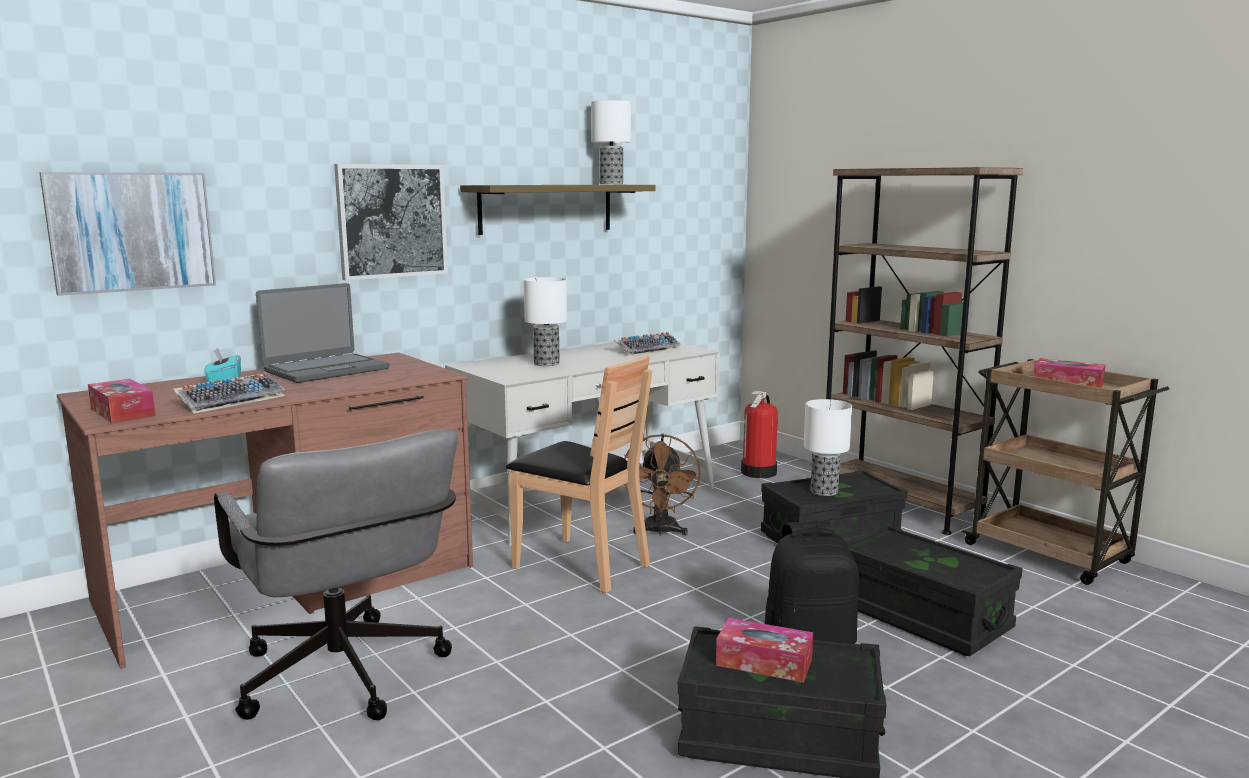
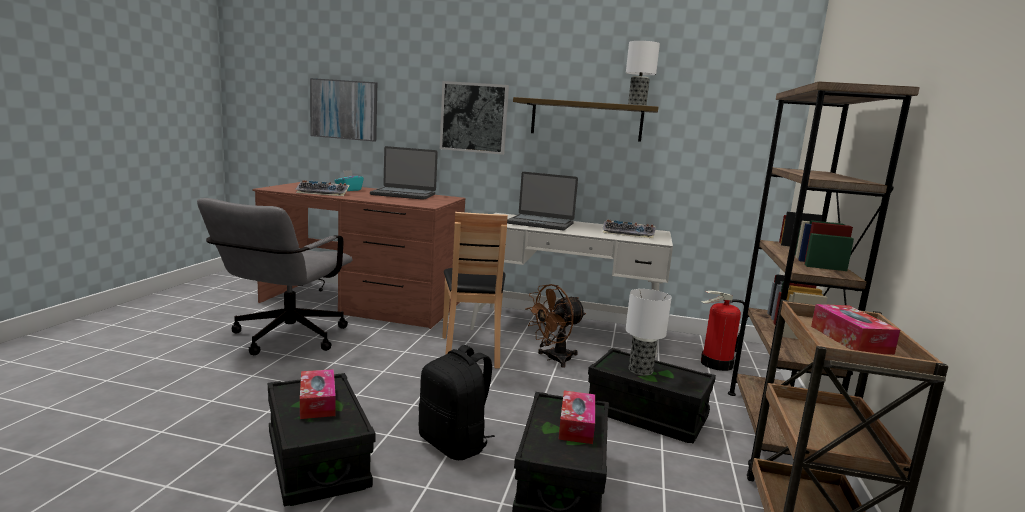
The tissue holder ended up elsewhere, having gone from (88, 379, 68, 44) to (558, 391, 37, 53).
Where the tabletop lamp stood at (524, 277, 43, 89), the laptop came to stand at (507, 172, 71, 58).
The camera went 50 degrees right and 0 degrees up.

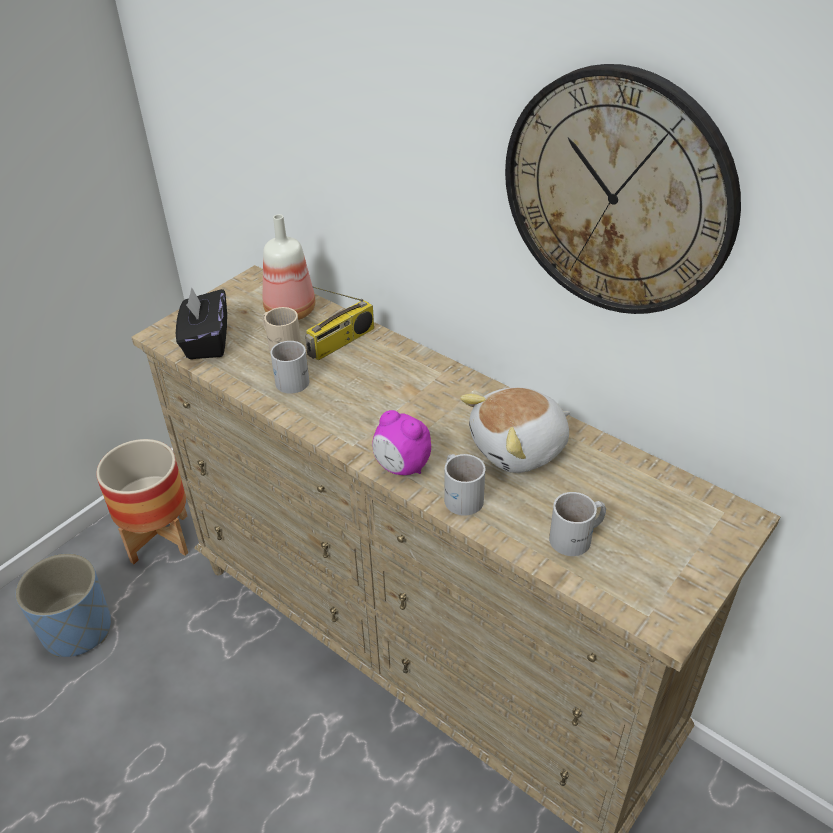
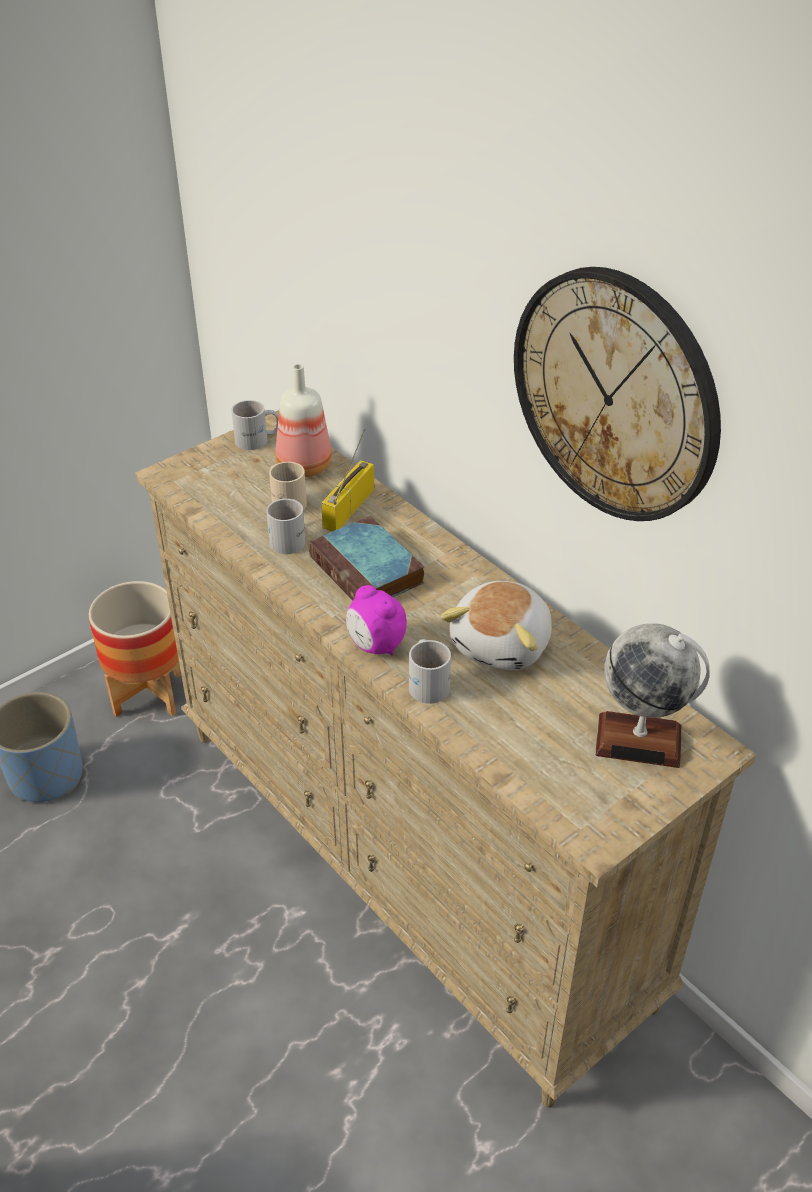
The second view lost the black tissue holder at (176, 287, 51, 72).
The second view gained the book at (308, 516, 116, 85).
The second view gained the world globe at (595, 623, 115, 145).
The white mug ended up elsewhere, having gone from (549, 492, 57, 64) to (231, 400, 48, 50).
The radio receiver at (305, 286, 69, 74) ended up facing another way, 150 degrees clockwise from before.
The plush toy at (460, 387, 110, 86) ended up facing another way, 45 degrees counterclockwise from before.
The camera went 10 degrees right and 0 degrees up.

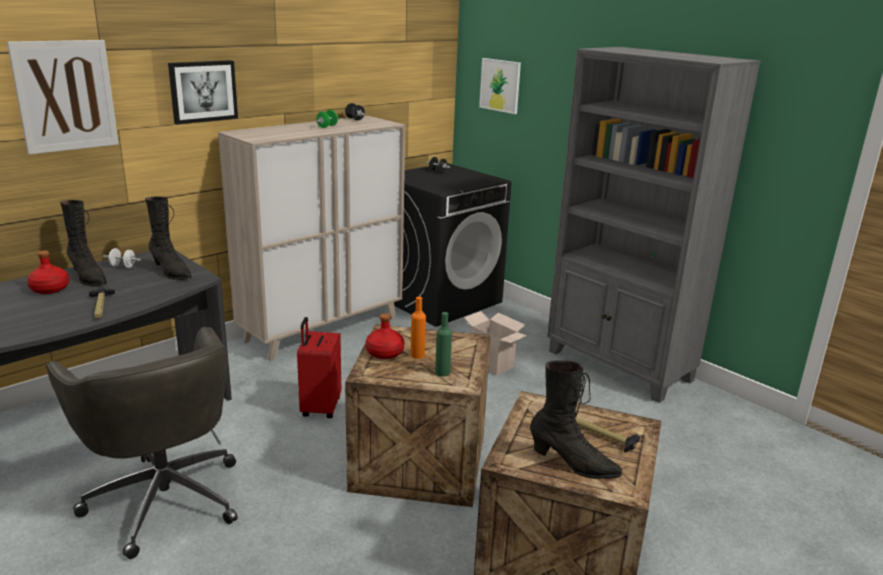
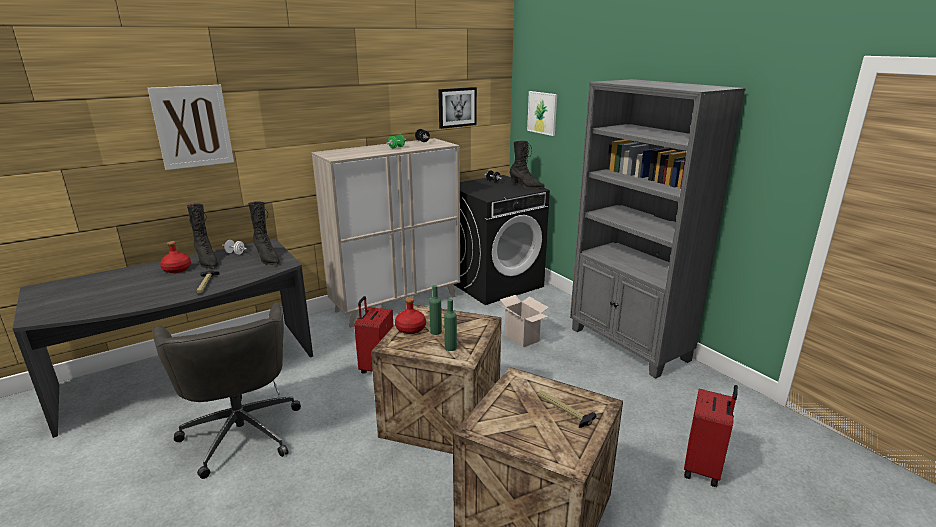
The second view gained the red-coloured piece of luggage at (684, 385, 54, 102).
The wall art ended up elsewhere, having gone from (168, 60, 70, 64) to (438, 87, 39, 42).
The black boot ended up elsewhere, having gone from (530, 360, 92, 119) to (510, 141, 35, 48).
What was the orangey bottle at (410, 297, 16, 62) turned into the green-coloured bottle at (429, 285, 13, 50).
The camera went 10 degrees right and 0 degrees up.

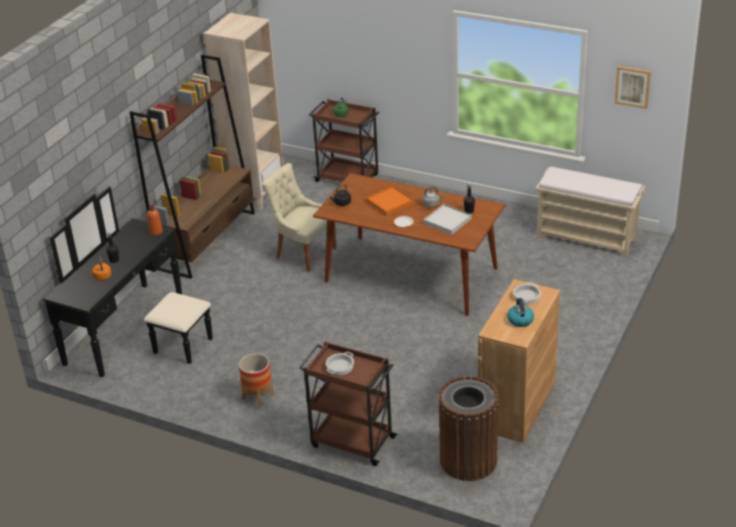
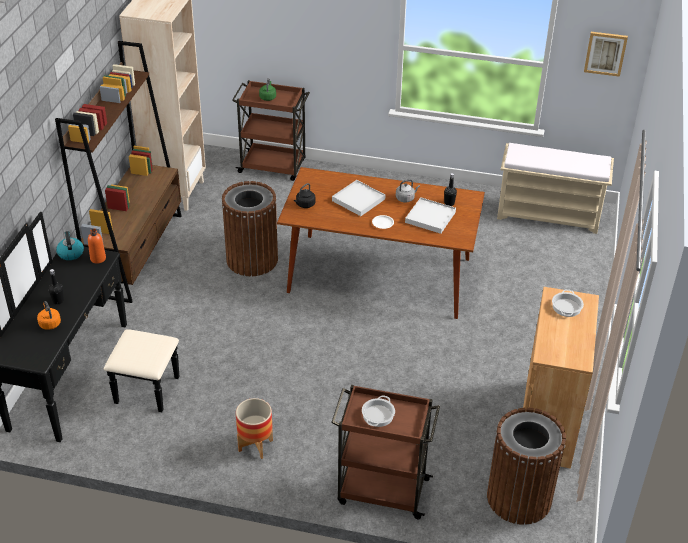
The water kettle ended up elsewhere, having gone from (507, 298, 27, 29) to (56, 231, 28, 29).
Where the beige-coloured plain chair stood at (262, 163, 75, 109), the brownish rubbish bin came to stand at (222, 181, 56, 95).
What was the orangey tray at (366, 186, 48, 30) turned into the white tray at (332, 180, 53, 36).
The camera went 15 degrees left and 5 degrees up.

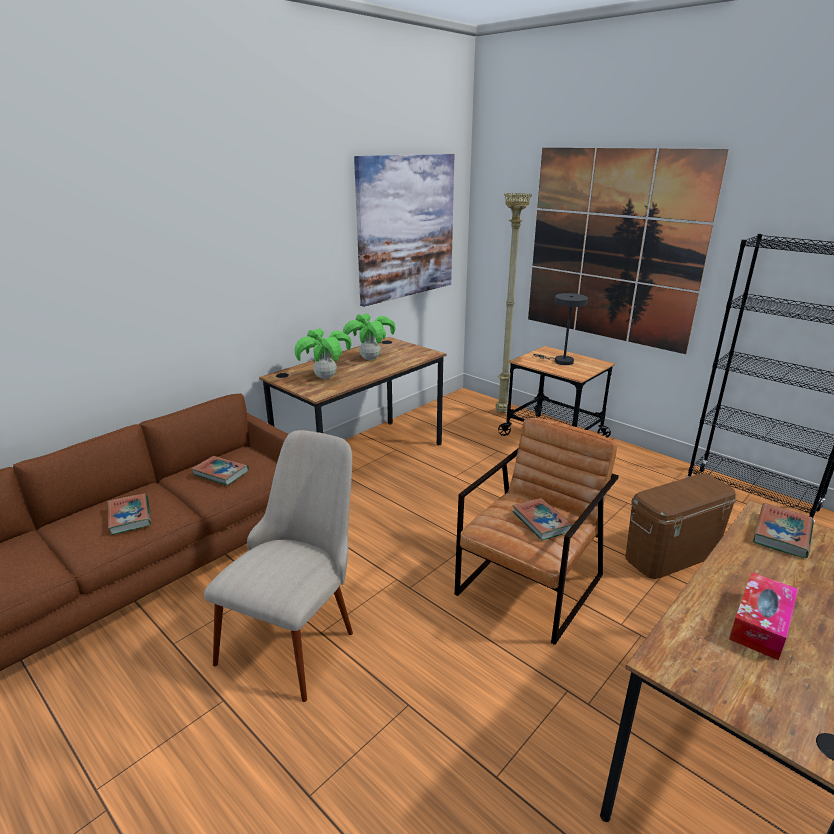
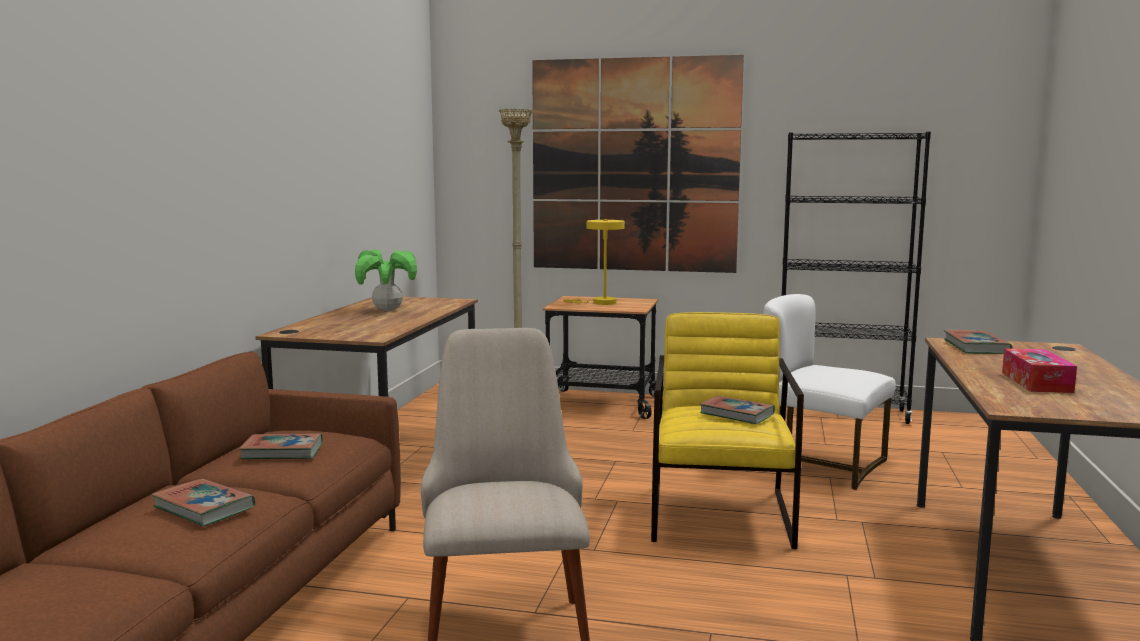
The second view lost the potted plant at (295, 328, 57, 51).
The second view lost the wall art at (354, 154, 101, 153).
Where the brownish storage bin stood at (625, 473, 111, 106), the white plain chair came to stand at (763, 294, 133, 196).
What was the brownish lounge chair at (455, 418, 164, 227) turned into the yellowish lounge chair at (651, 312, 153, 237).
What was the grey tabletop lamp at (533, 293, 55, 72) turned into the yellowish tabletop lamp at (563, 219, 62, 86).
The camera went 30 degrees left and 15 degrees down.

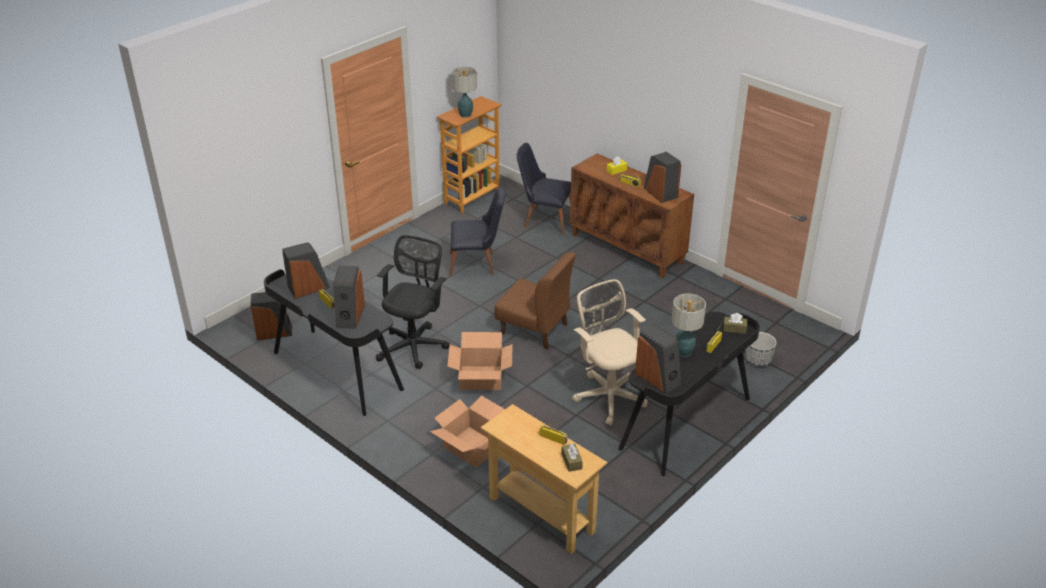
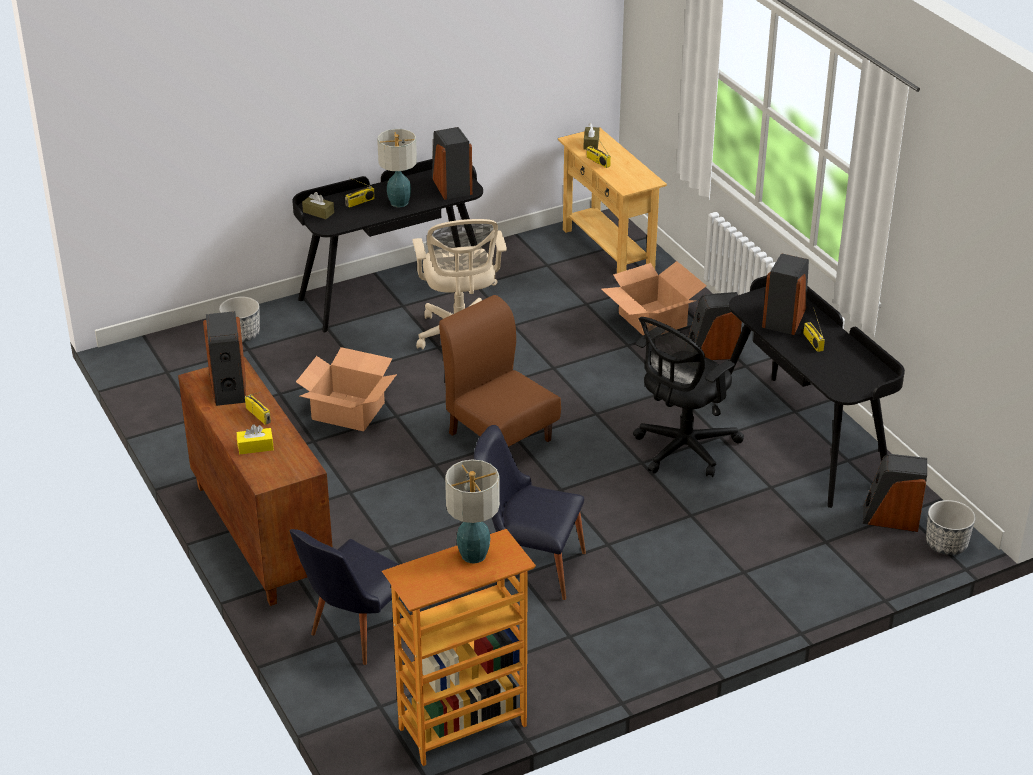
The second view gained the planter at (926, 500, 50, 55).
The speaker ended up elsewhere, having gone from (282, 243, 48, 56) to (686, 292, 56, 68).
The packing box ended up elsewhere, having gone from (447, 332, 66, 58) to (296, 347, 101, 84).
The black plain chair at (516, 143, 55, 92) ended up facing another way, 90 degrees clockwise from before.
The camera went 160 degrees left and 0 degrees up.

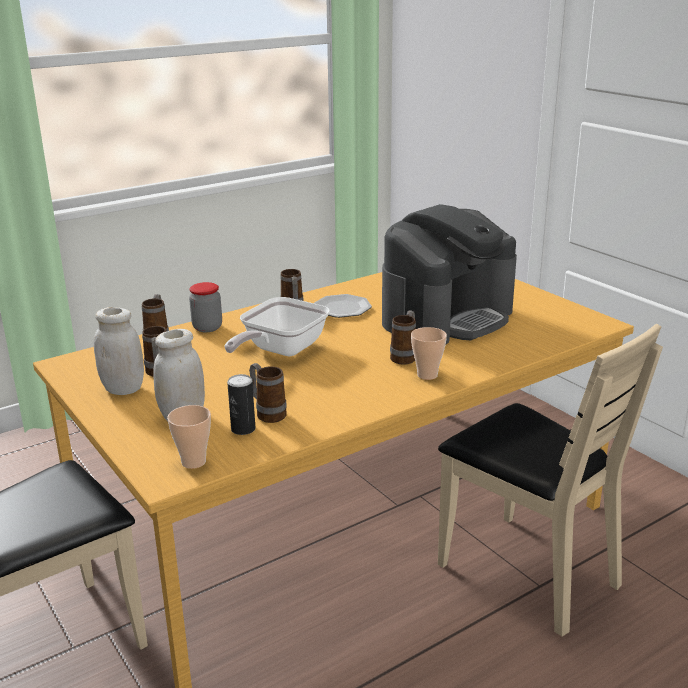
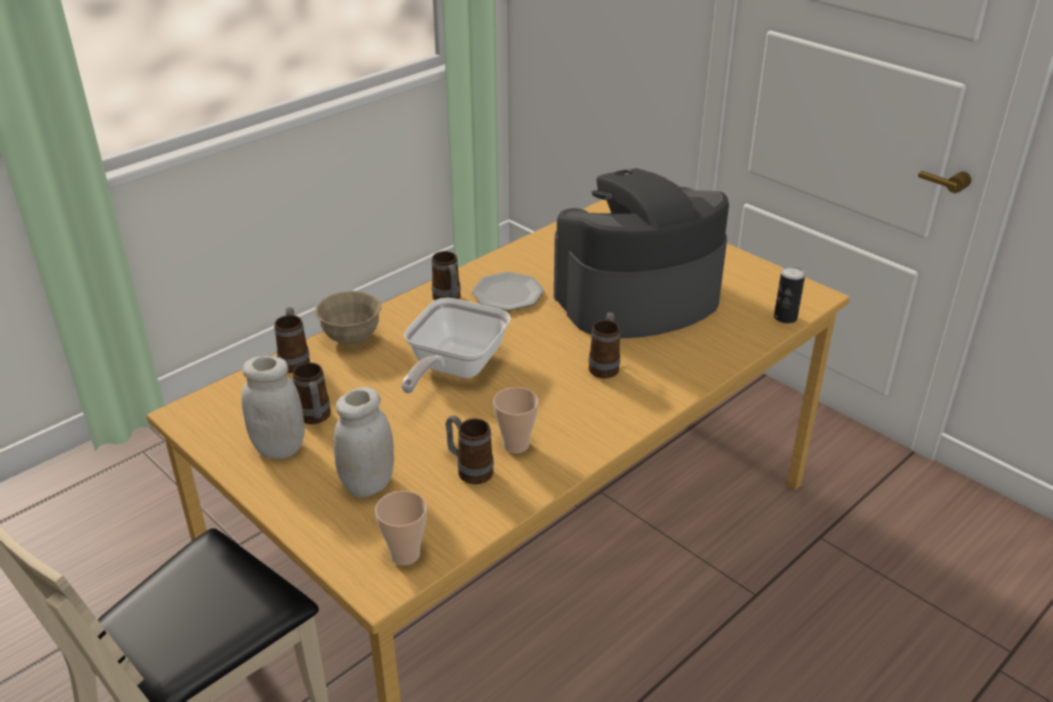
The second view lost the beige-coloured plain chair at (438, 324, 225, 313).
The can ended up elsewhere, having gone from (227, 374, 28, 61) to (774, 266, 31, 57).
The drinking cup ended up elsewhere, having gone from (411, 327, 36, 53) to (493, 387, 46, 66).
Where the storage jar stood at (189, 282, 33, 50), the beige-coloured deep dish came to stand at (315, 291, 66, 54).
The coffee maker at (382, 204, 135, 140) ended up facing another way, 150 degrees counterclockwise from before.
The camera went 10 degrees left and 10 degrees up.

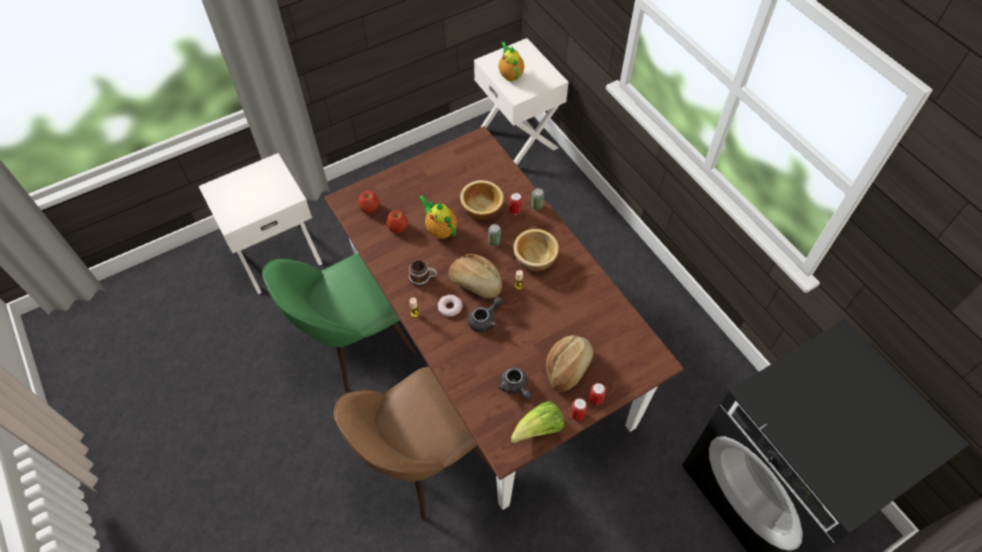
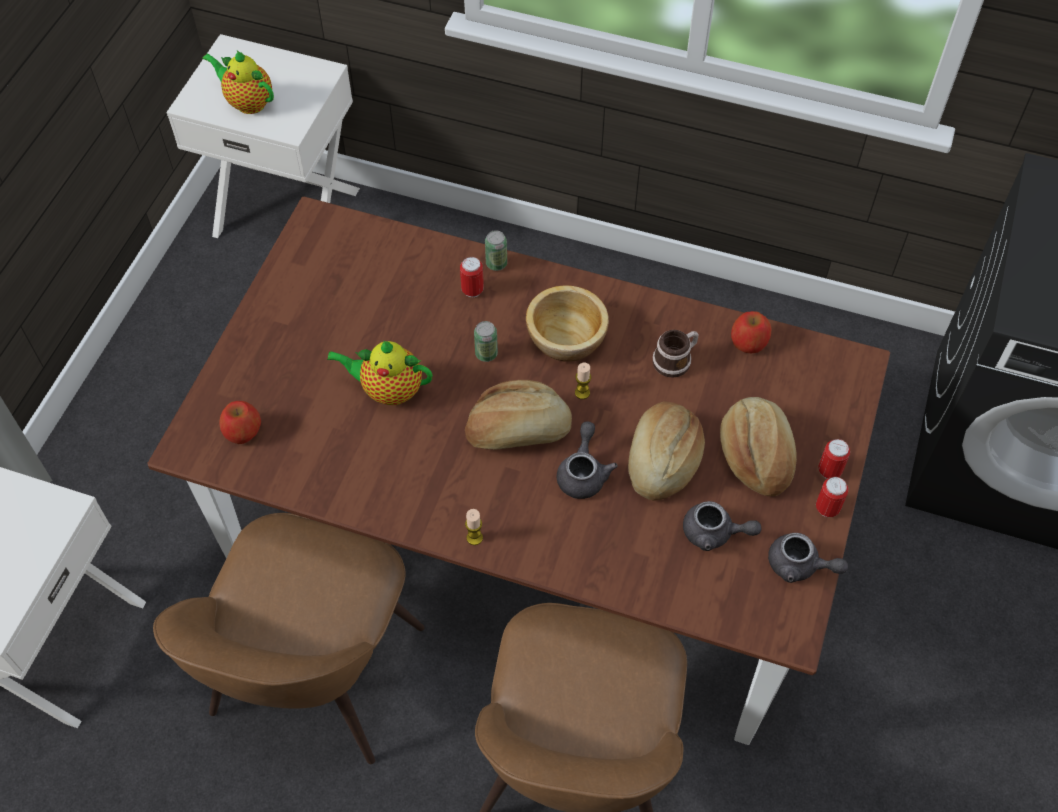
The second view lost the donut at (438, 295, 25, 22).
The second view lost the deep dish at (460, 180, 44, 40).
The second view gained the bakery bread at (628, 401, 77, 100).
The apple ended up elsewhere, having gone from (387, 210, 21, 23) to (731, 311, 41, 42).
The mug ended up elsewhere, having gone from (409, 260, 28, 26) to (653, 330, 45, 48).
Where the head of lettuce stood at (511, 401, 53, 43), the grey teapot came to stand at (768, 533, 80, 50).
What was the green-coloured plain chair at (262, 254, 153, 138) turned into the brownish plain chair at (153, 513, 272, 251).
The camera went 40 degrees left and 0 degrees up.

